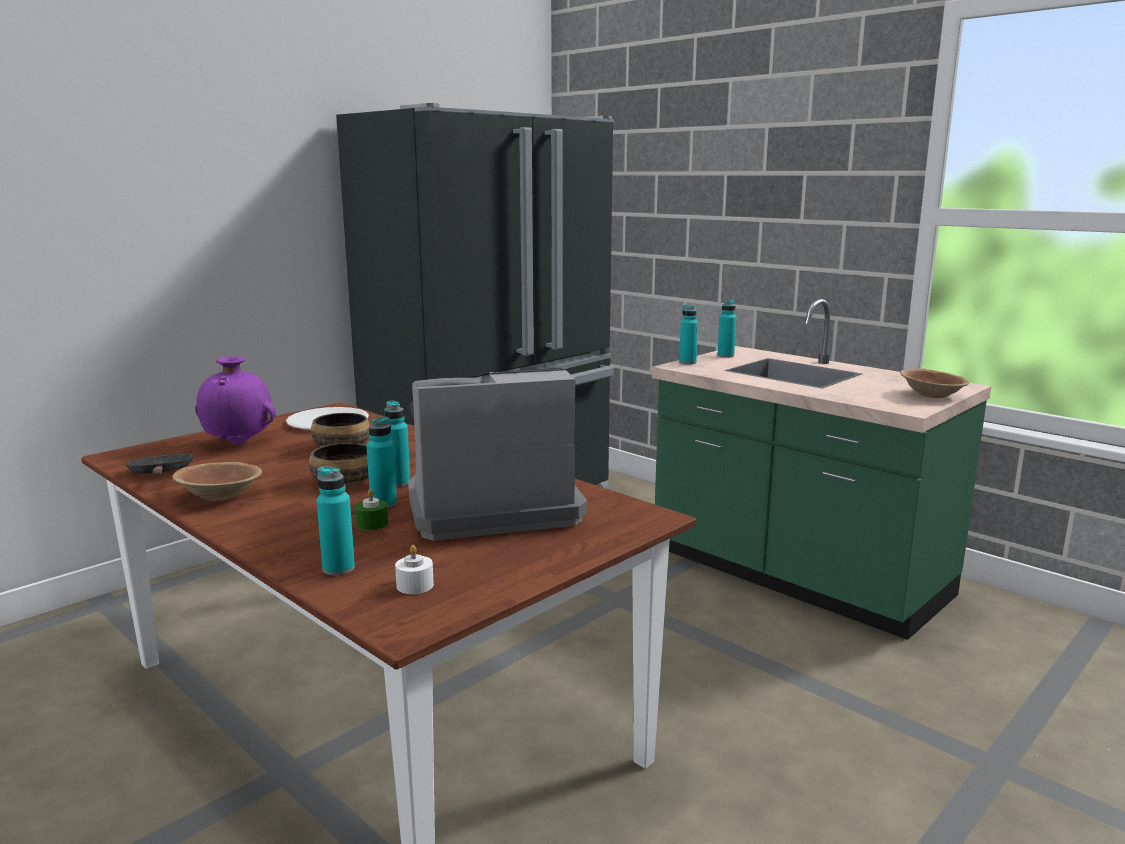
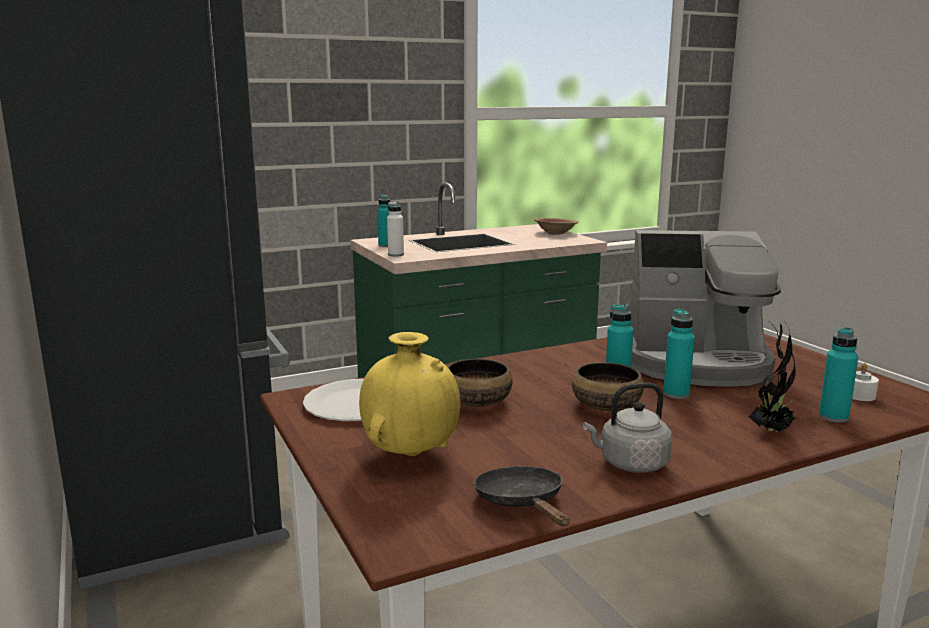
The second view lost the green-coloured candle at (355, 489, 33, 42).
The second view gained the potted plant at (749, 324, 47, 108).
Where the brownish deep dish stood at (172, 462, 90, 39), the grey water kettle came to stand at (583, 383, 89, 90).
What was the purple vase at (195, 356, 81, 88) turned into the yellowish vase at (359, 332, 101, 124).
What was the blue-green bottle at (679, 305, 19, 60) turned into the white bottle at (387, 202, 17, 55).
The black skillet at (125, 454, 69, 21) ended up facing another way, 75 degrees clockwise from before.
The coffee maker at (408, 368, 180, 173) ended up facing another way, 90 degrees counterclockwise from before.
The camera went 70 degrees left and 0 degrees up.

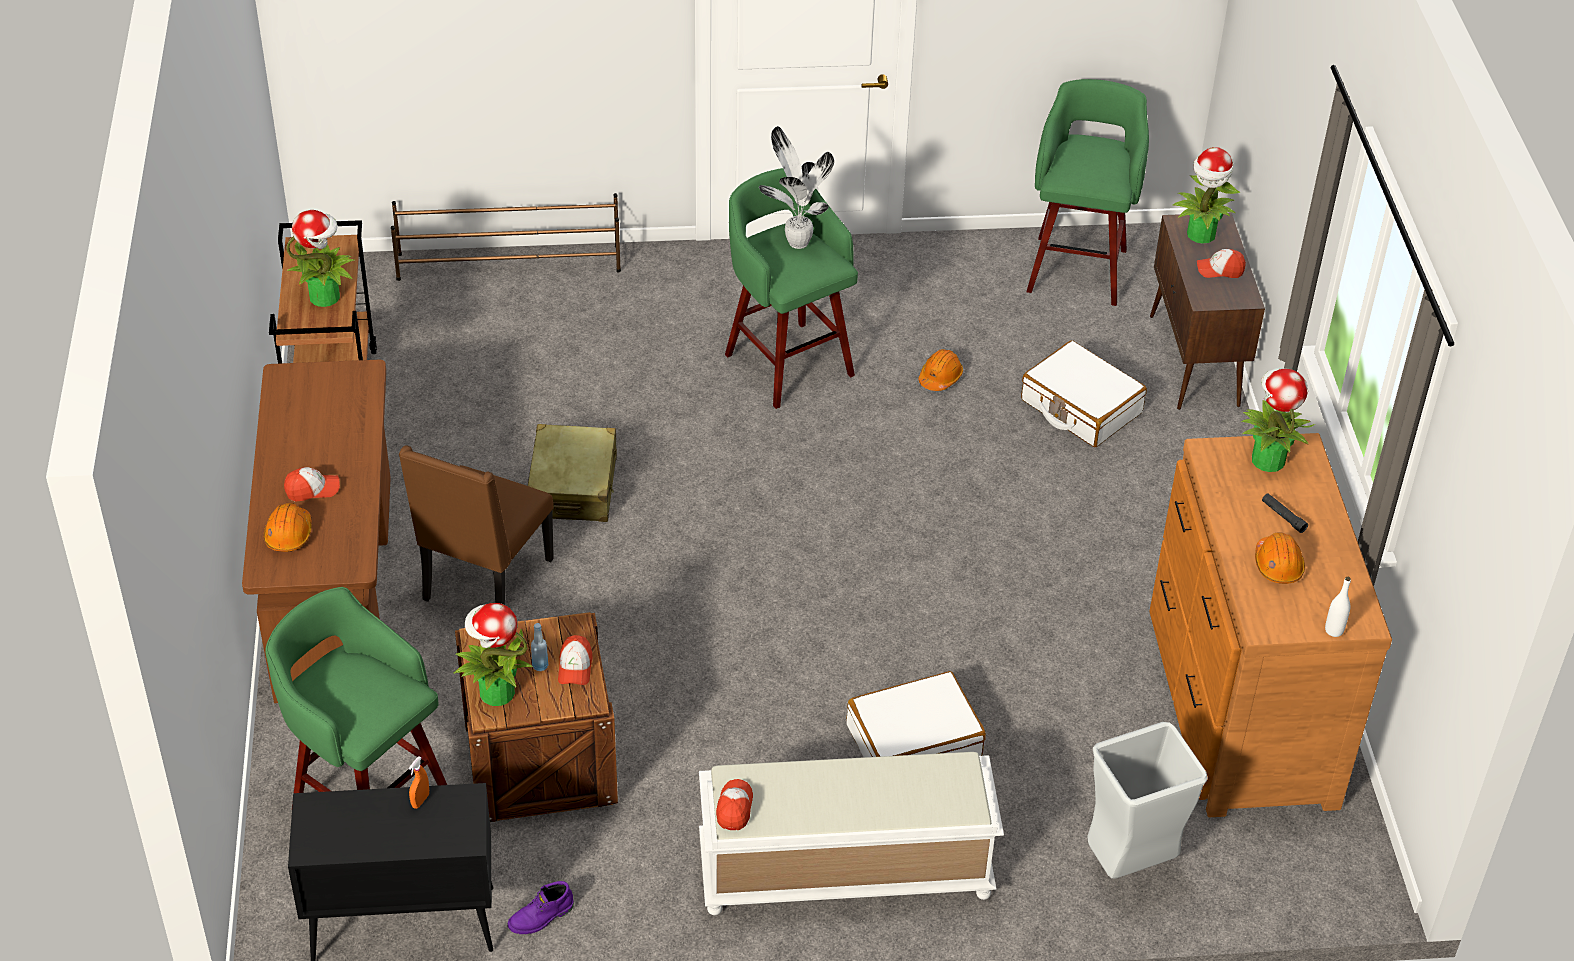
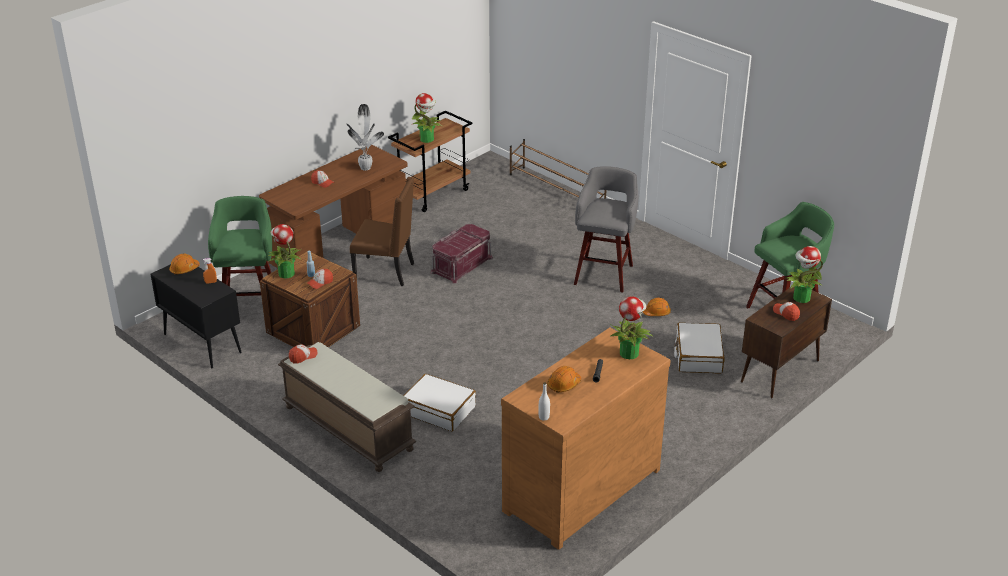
The second view lost the purple boot at (508, 881, 66, 53).
The second view lost the grey rubbish bin at (1087, 722, 121, 157).
The orangey work helmet ended up elsewhere, having gone from (263, 503, 49, 49) to (169, 254, 31, 21).
The potted plant ended up elsewhere, having gone from (759, 126, 75, 123) to (347, 104, 37, 67).
Where the beige-coloured piece of luggage stood at (528, 424, 89, 98), the red-coloured storage bin came to stand at (431, 224, 62, 59).
What was the white bench at (699, 752, 305, 163) turned into the brownish bench at (278, 342, 138, 130).
What was the green-coloured stool at (725, 168, 133, 241) turned into the grey stool at (574, 166, 64, 126).
The brownish plain chair at (399, 445, 155, 160) ended up facing another way, 150 degrees counterclockwise from before.
The camera went 50 degrees right and 10 degrees down.

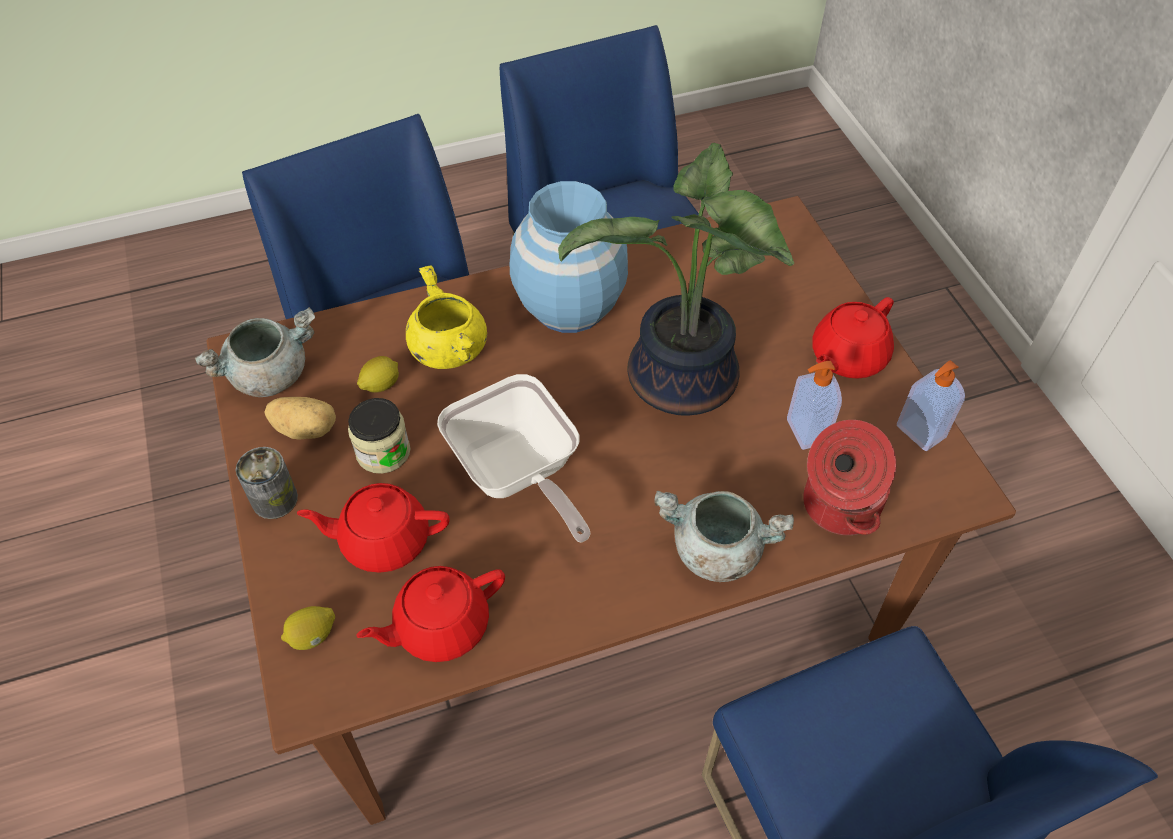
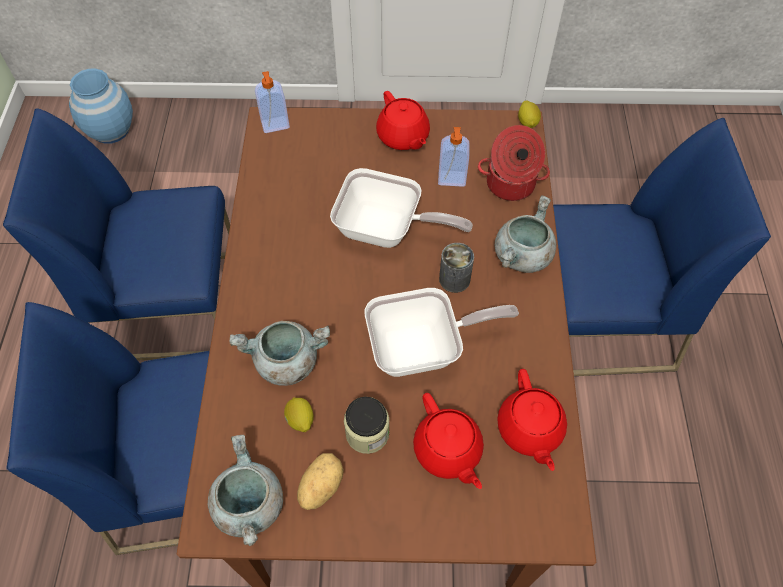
The can ended up elsewhere, having gone from (236, 447, 62, 72) to (439, 243, 35, 50).
The whole lemon ended up elsewhere, having gone from (281, 606, 54, 44) to (518, 101, 23, 27).
The blue-coloured vase ended up elsewhere, having gone from (510, 181, 118, 152) to (69, 68, 64, 76).
The soap dispenser ended up elsewhere, having gone from (897, 360, 68, 91) to (255, 71, 35, 62).
Where the potted plant stood at (558, 143, 236, 273), the skillet came to stand at (330, 168, 143, 80).
What was the yellowish saucepot at (406, 265, 81, 104) turned into the grey saucepot at (230, 321, 100, 65).
The red-coloured teapot at (297, 483, 152, 90) ended up facing another way, 45 degrees counterclockwise from before.
The camera went 70 degrees left and 5 degrees up.

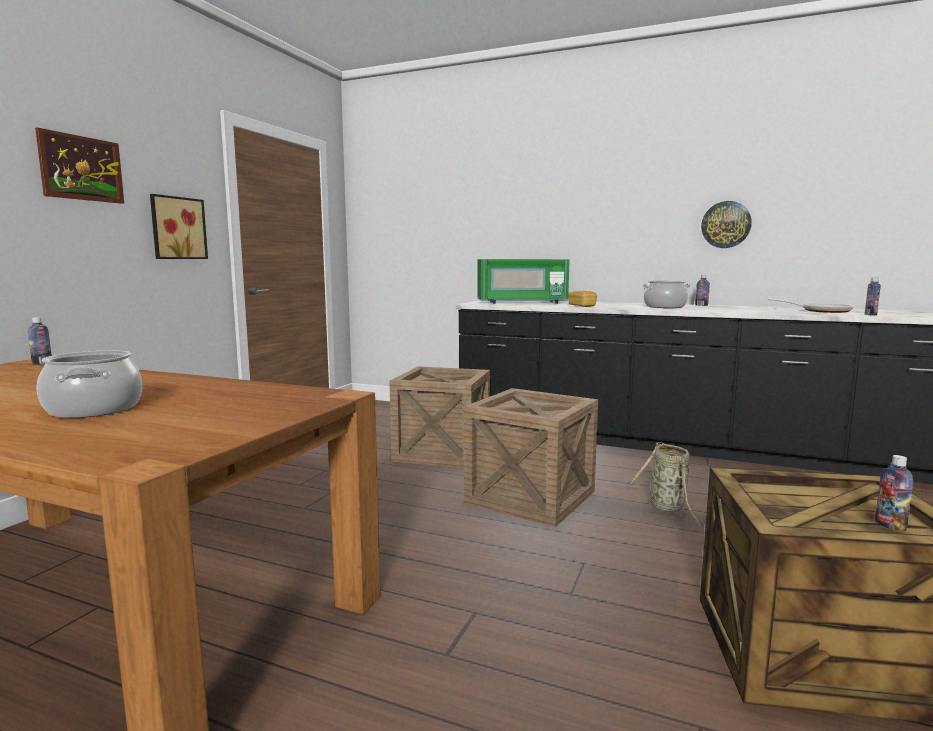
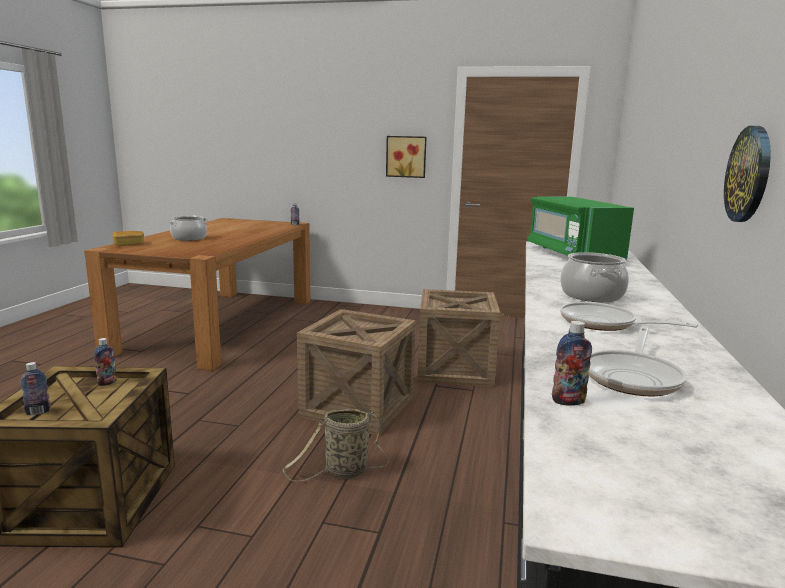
The second view lost the wall art at (35, 127, 89, 77).
The second view gained the skillet at (560, 302, 138, 29).
The bakery bread ended up elsewhere, having gone from (568, 291, 29, 16) to (112, 231, 32, 15).
The bottle ended up elsewhere, having gone from (695, 275, 15, 31) to (94, 338, 23, 48).
The camera went 80 degrees right and 5 degrees up.

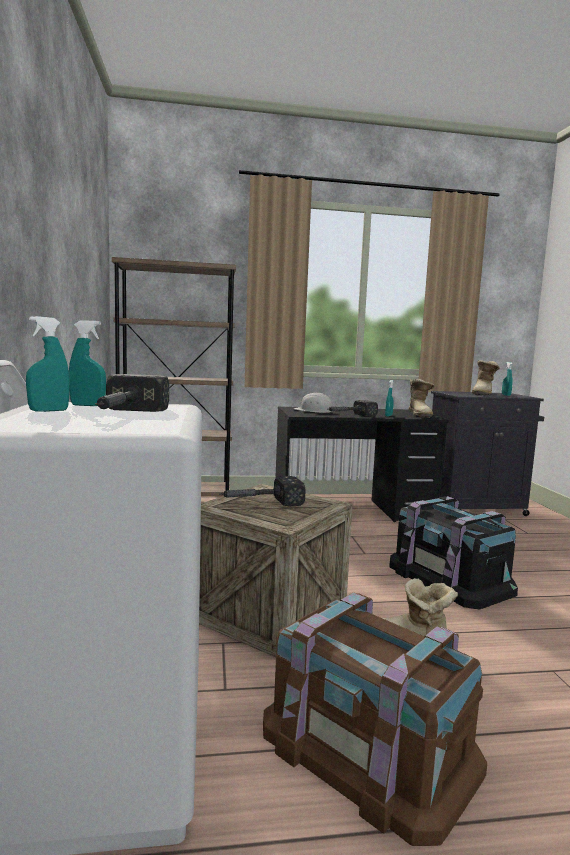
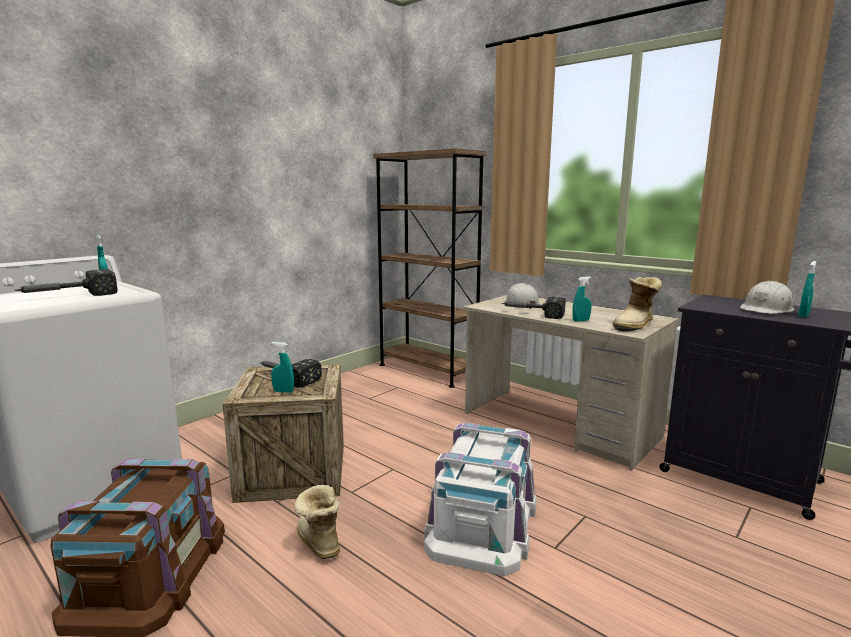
The blue-green sprayer ended up elsewhere, having gone from (26, 316, 44, 96) to (271, 342, 23, 51).
Where the boot stood at (472, 360, 28, 35), the white work helmet came to stand at (740, 281, 55, 33).
What was the black desk table at (275, 407, 175, 115) turned into the beige-coloured desk table at (464, 295, 215, 176).
What was the black storage bin at (390, 496, 128, 113) turned into the white storage bin at (424, 422, 113, 154).
The camera went 50 degrees right and 5 degrees up.

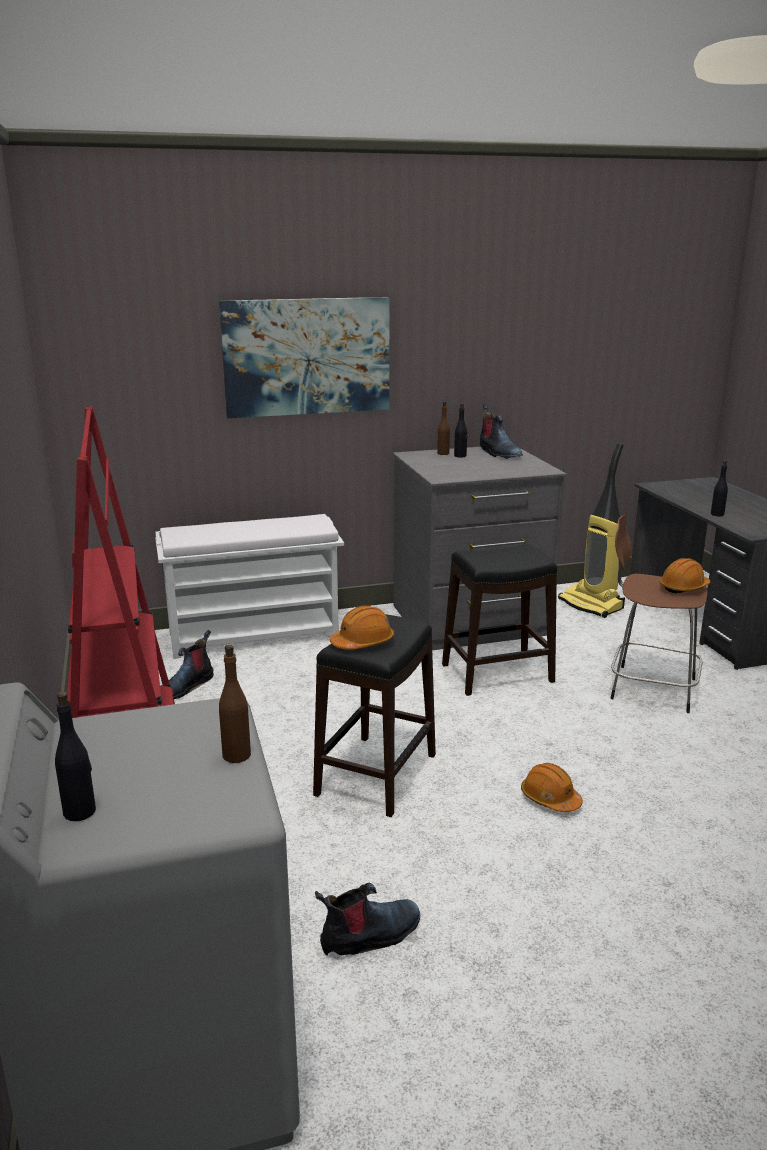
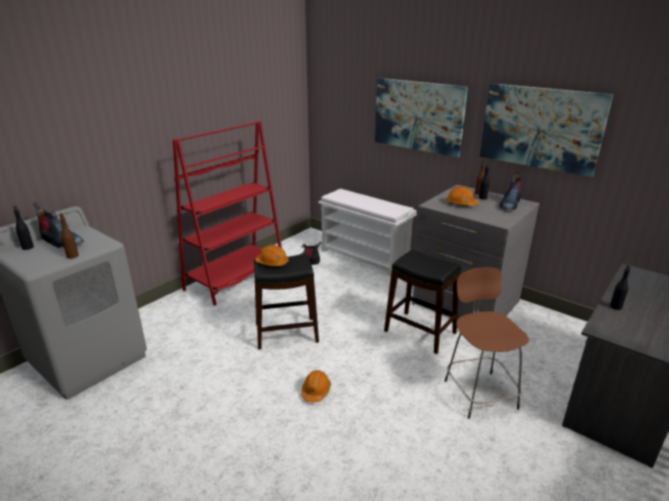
The second view lost the vacuum cleaner at (558, 443, 67, 175).
The second view gained the wall art at (480, 83, 134, 94).
The boot ended up elsewhere, having gone from (315, 883, 105, 73) to (33, 203, 51, 45).
The orangey work helmet ended up elsewhere, having gone from (659, 558, 51, 36) to (446, 186, 33, 20).
The camera went 55 degrees right and 5 degrees up.

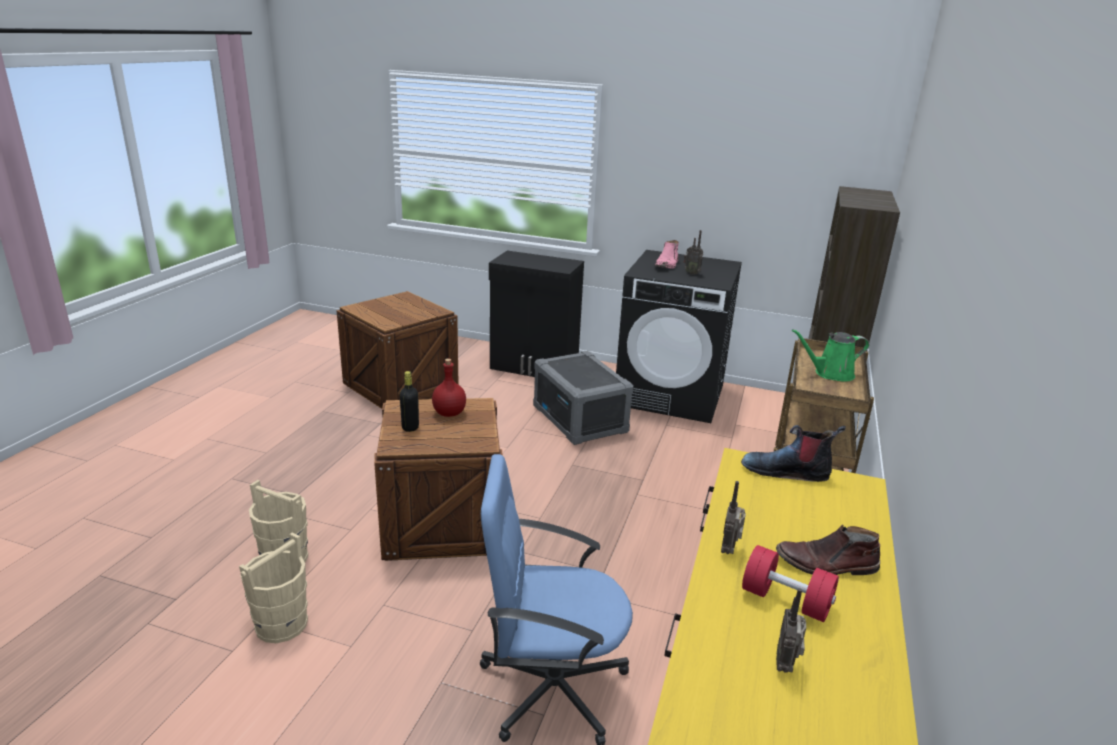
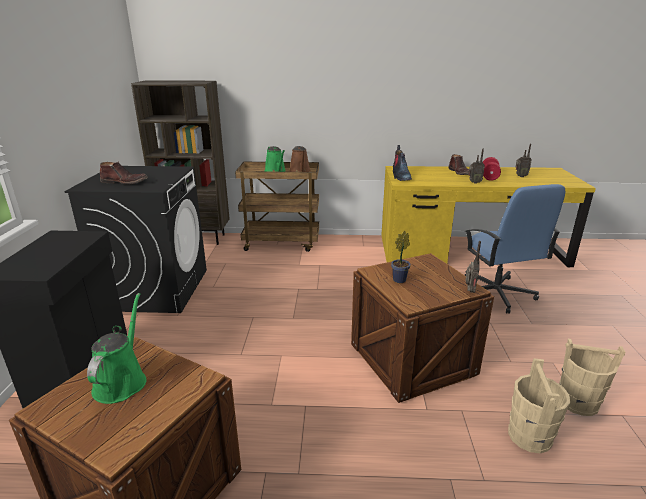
The second view lost the black bottle at (400, 371, 19, 61).
The second view lost the grey storage bin at (533, 351, 101, 94).
The second view gained the green-coloured sprinkling can at (87, 293, 59, 111).
The second view gained the brownish sprinkling can at (289, 146, 22, 26).
The radio receiver ended up elsewhere, having gone from (684, 230, 19, 45) to (465, 241, 16, 52).
Where the red-coloured bottle stood at (432, 359, 34, 58), the potted plant came to stand at (391, 231, 20, 52).
What was the pink-coloured boot at (655, 240, 24, 29) turned into the brownish boot at (100, 162, 48, 23).
The camera went 105 degrees left and 0 degrees up.

